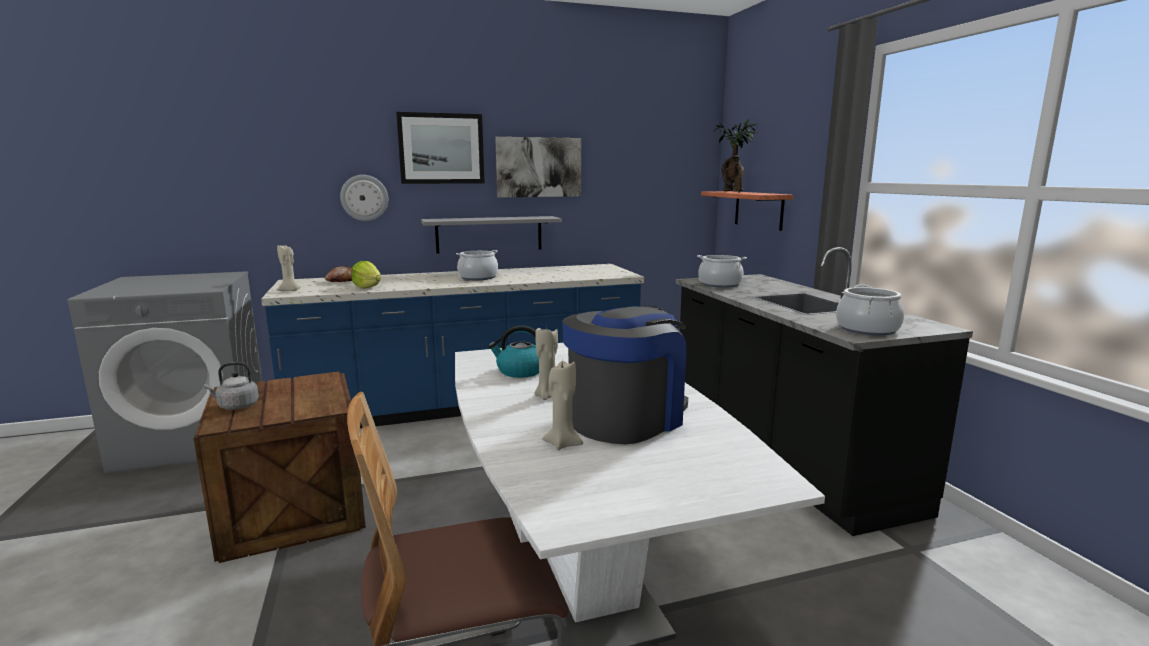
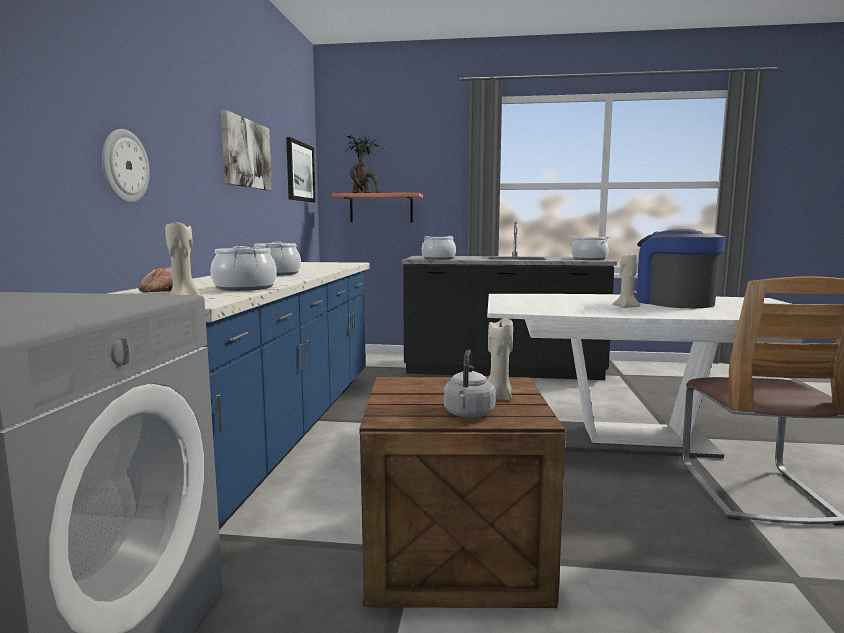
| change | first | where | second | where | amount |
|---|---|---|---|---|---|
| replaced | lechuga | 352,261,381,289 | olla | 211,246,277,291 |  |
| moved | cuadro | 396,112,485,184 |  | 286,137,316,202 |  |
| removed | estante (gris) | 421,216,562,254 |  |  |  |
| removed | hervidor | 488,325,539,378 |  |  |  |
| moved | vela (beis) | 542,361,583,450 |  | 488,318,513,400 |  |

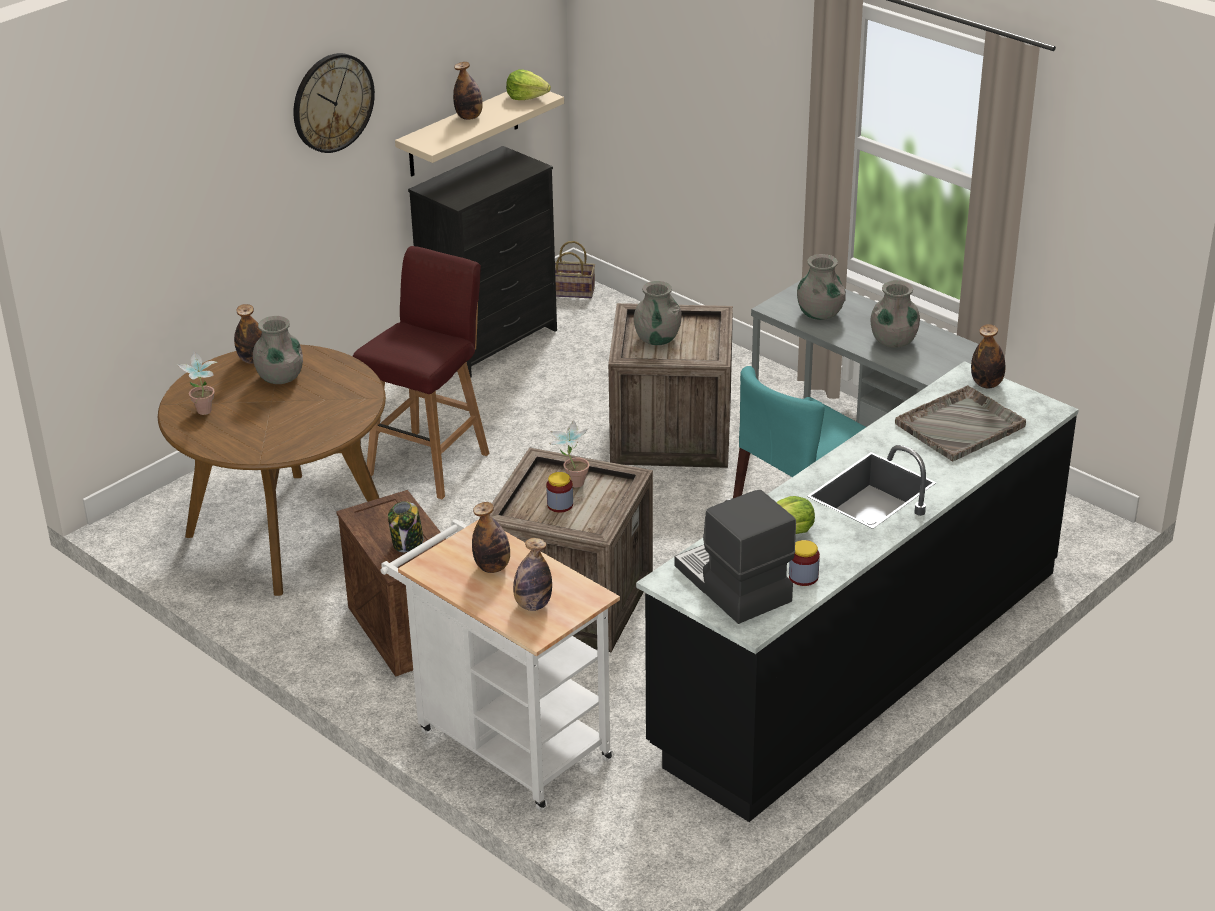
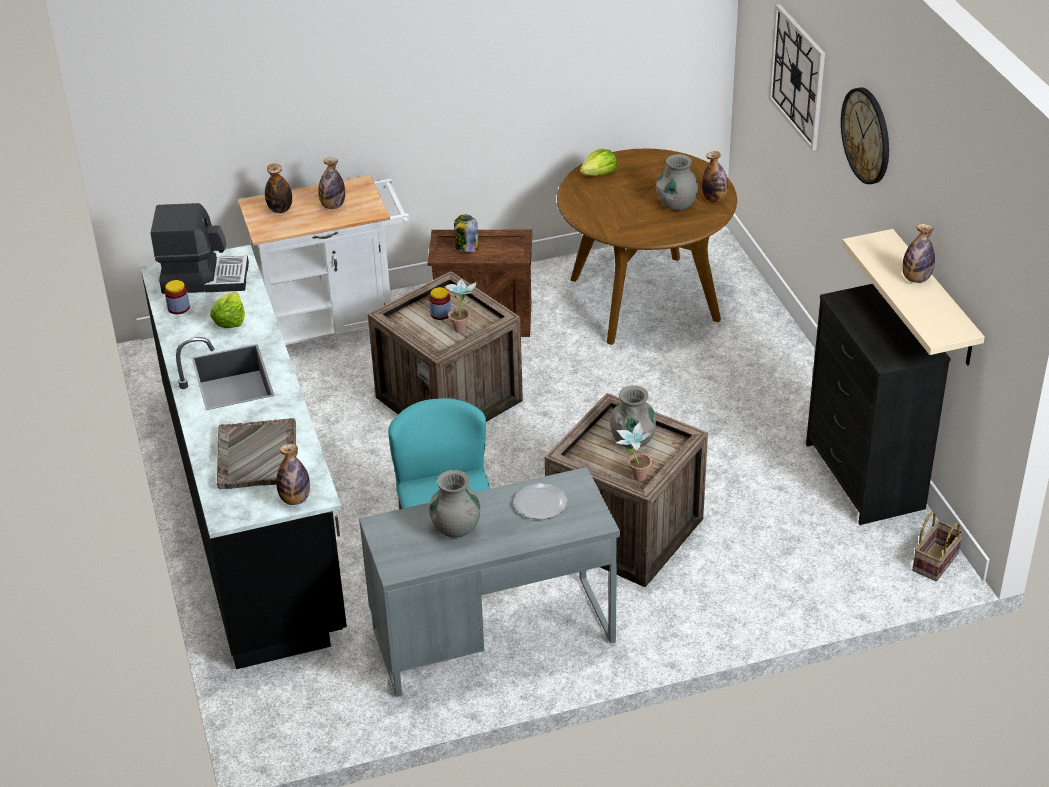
| change | first | where | second | where | amount |
|---|---|---|---|---|---|
| moved | planta en maceta | 177,350,217,415 |  | 616,421,652,481 |  |
| removed | taburete (rojo) | 353,246,489,499 |  |  |  |
| moved | lechuga | 506,69,551,100 |  | 580,149,617,176 |  |
| replaced | florero (gris) | 797,254,846,320 | plato | 514,483,567,520 |  |
| added |  |  | reloj de pared | 769,4,825,151 |  |

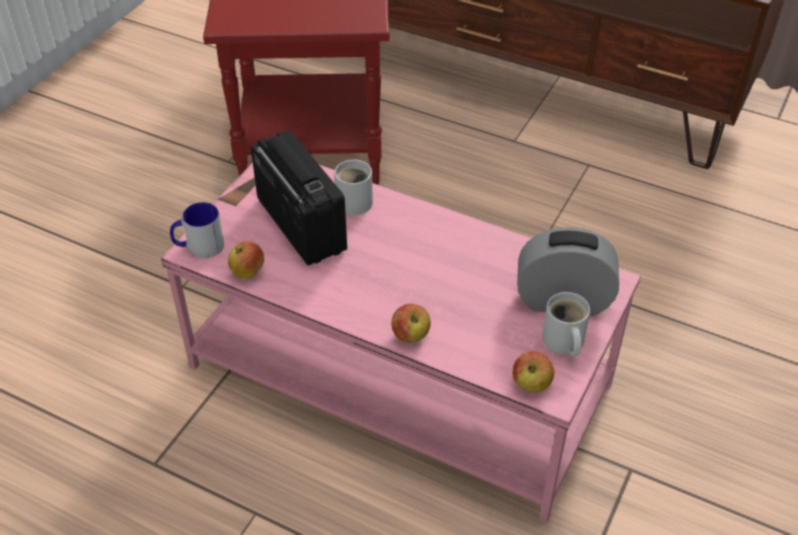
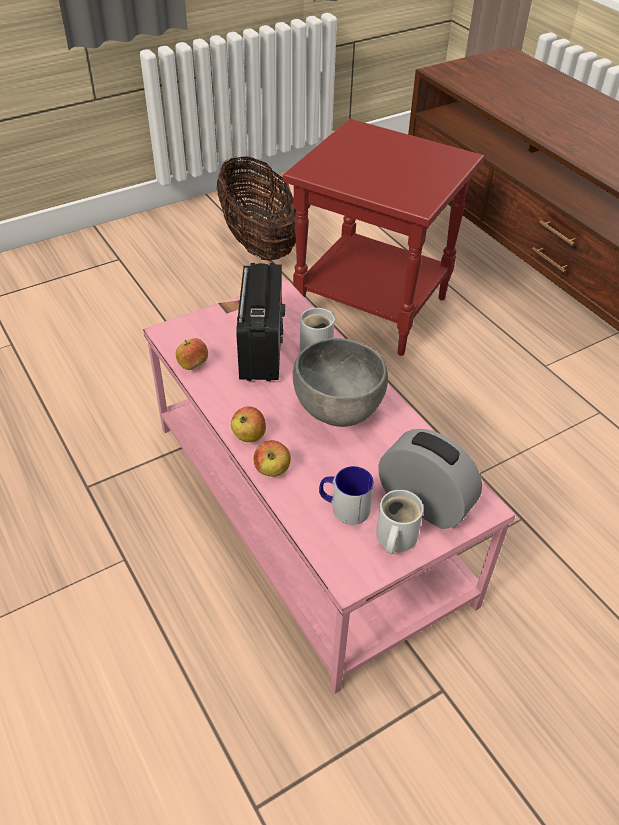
| change | first | where | second | where | amount |
|---|---|---|---|---|---|
| moved | taza grande | 170,202,224,258 |  | 319,466,374,525 |  |
| moved | manzana | 512,351,554,392 |  | 231,407,266,442 |  |
| added |  |  | cesta | 216,156,296,261 |  |
| added |  |  | cuenco (gris) | 293,338,388,427 |  |

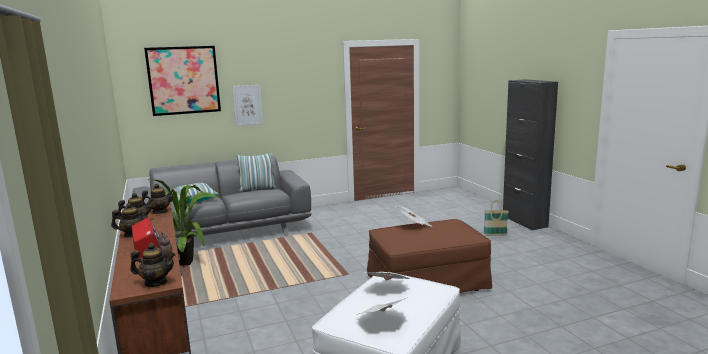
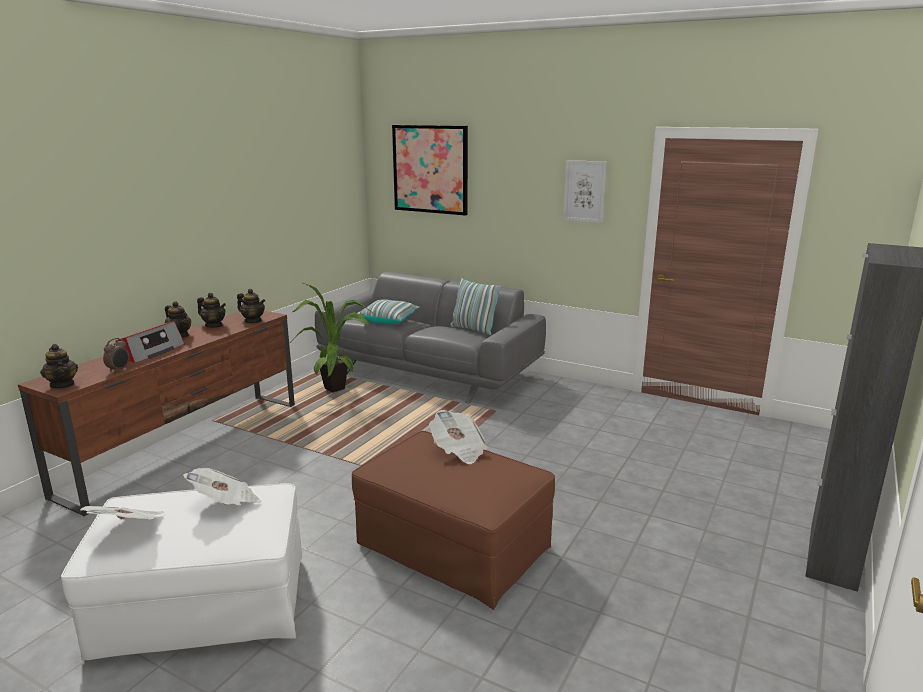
| change | first | where | second | where | amount |
|---|---|---|---|---|---|
| moved | cuadro | 232,85,263,126 |  | 563,160,607,223 |  |
| removed | cesta | 483,200,509,236 |  |  |  |

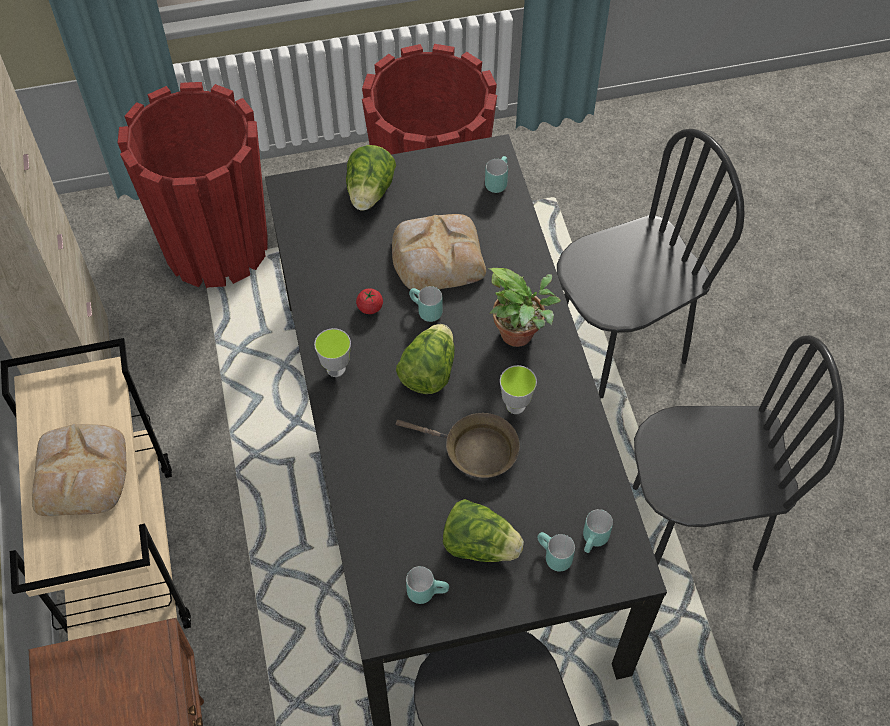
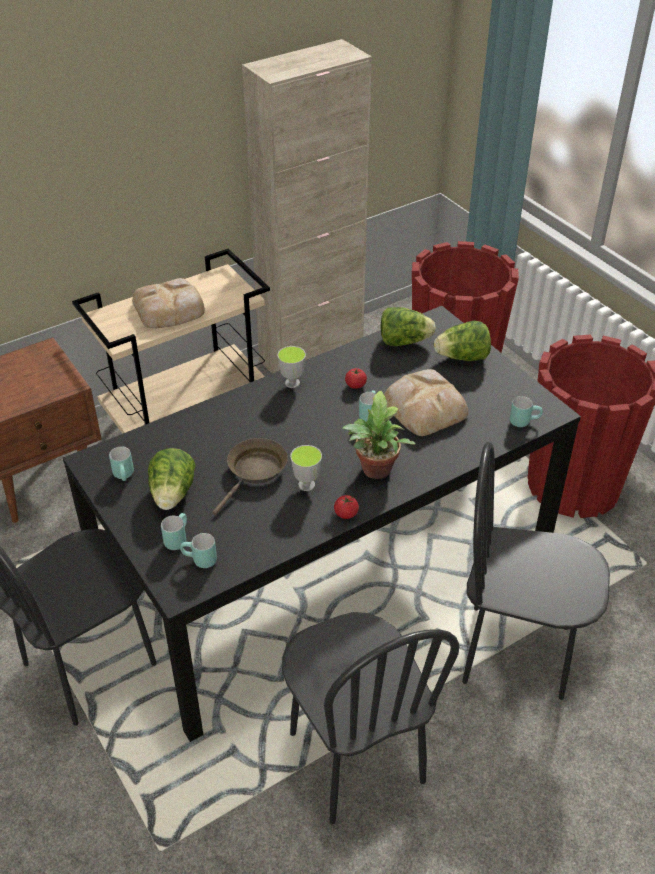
| change | first | where | second | where | amount |
|---|---|---|---|---|---|
| moved | lechuga | 396,324,455,394 |  | 380,307,436,346 |  |
| turned | sartén (marrón) | 396,413,520,478 |  | 213,438,288,515 | 150 degrees counterclockwise |
| turned | silla (negro) | 557,129,745,398 |  | 462,442,610,700 | 150 degrees clockwise |
| added |  |  | tomate | 334,495,359,519 |  |

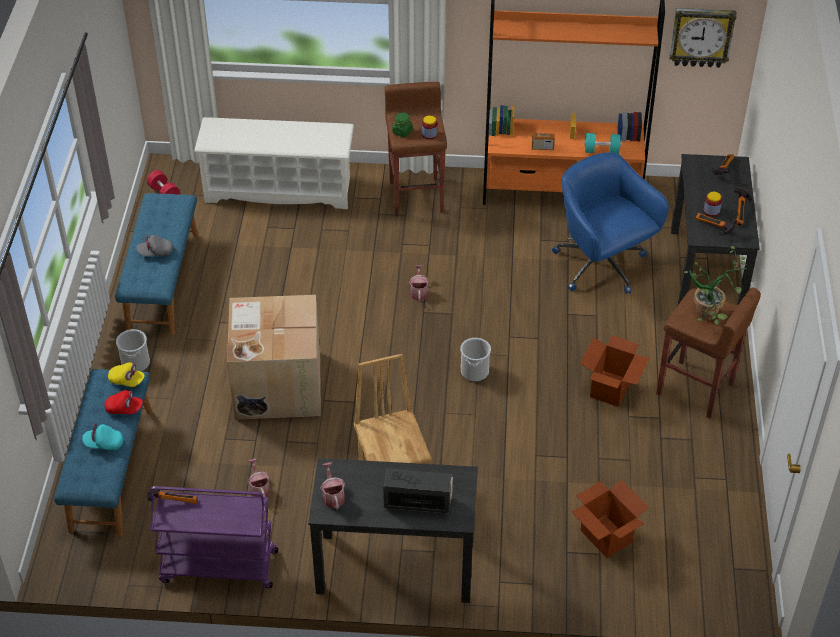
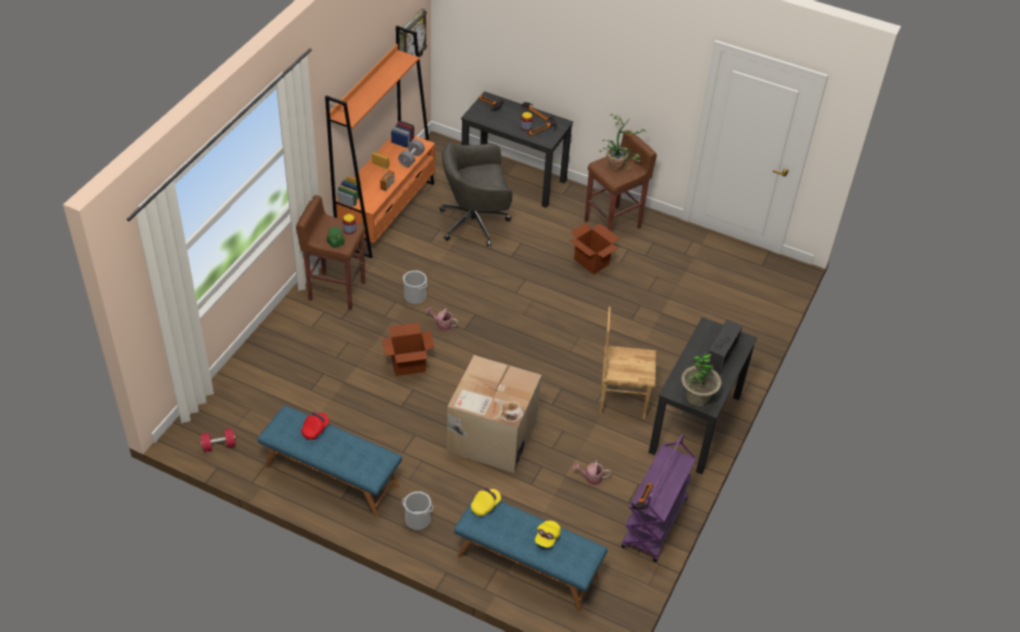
| change | first | where | second | where | amount |
|---|---|---|---|---|---|
| recoloured | gorra (turquesa) | 82,423,123,450 | gorra (amarillo) | 535,521,561,547 |  |
| moved | gorra (rojo) | 105,390,143,414 |  | 301,412,329,440 |  |
| removed | gorra (gris) | 137,234,173,256 |  |  |  |
| removed | zapatero (blanco) | 194,117,354,209 |  |  |  |
| replaced | regadera | 320,462,345,510 | planta en maceta | 681,353,722,406 |  |
| moved | cubo | 460,338,491,382 |  | 403,270,427,304 |  |
| recoloured | silla de oficina (azul) | 552,152,669,294 | silla de oficina (gris) | 440,143,512,246 |  |
| moved | caja de cartón | 571,480,649,558 |  | 382,323,434,376 |  |
| recoloured | mancuerna (turquesa) | 584,133,621,154 | mancuerna (gris) | 398,139,425,167 |  |

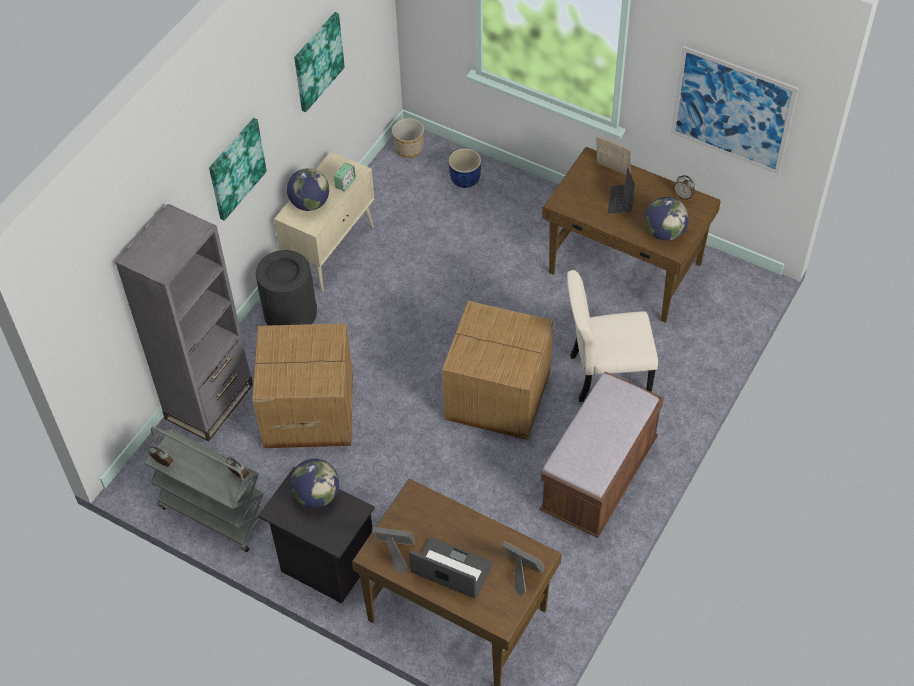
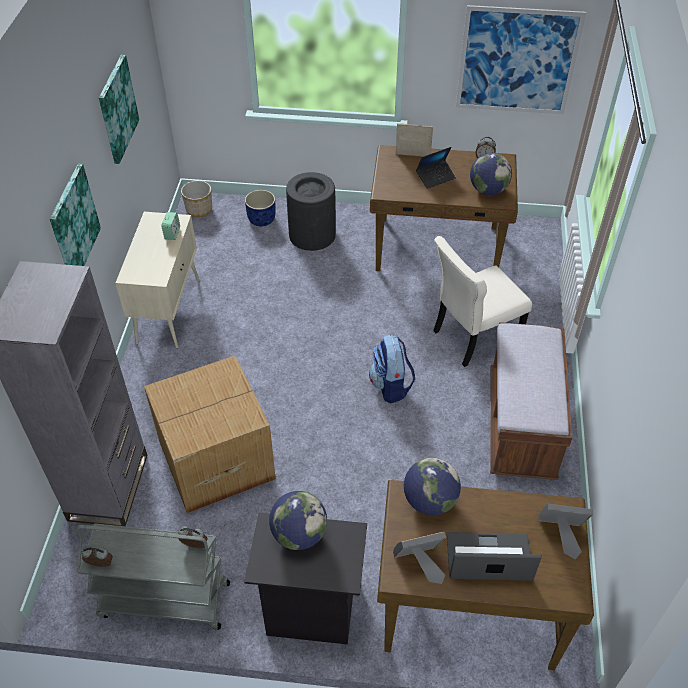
| change | first | where | second | where | amount |
|---|---|---|---|---|---|
| moved | papelera (negro) | 256,250,317,325 |  | 286,172,336,251 |  |
| moved | globo terráqueo | 287,168,329,211 |  | 404,458,461,515 |  |
| replaced | caja de cartón | 442,301,553,440 | mochila | 369,334,415,403 |  |
| turned | portátil | 608,167,635,214 |  | 416,147,456,189 | 105 degrees counterclockwise |

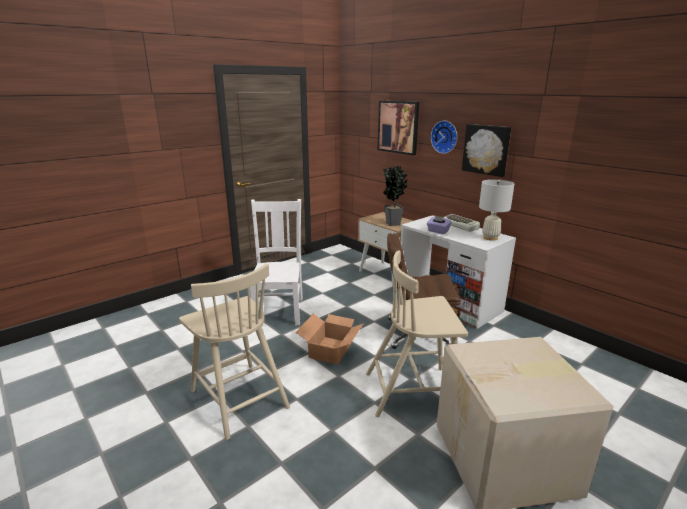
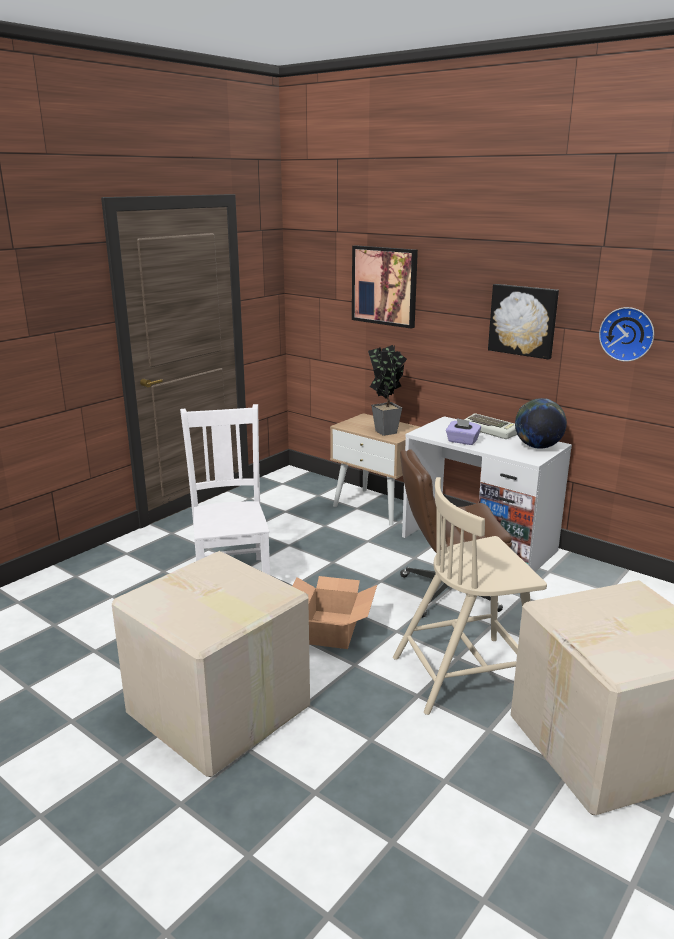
| change | first | where | second | where | amount |
|---|---|---|---|---|---|
| replaced | silla (beis) | 179,264,290,440 | caja de cartón | 112,551,310,777 |  |
| moved | reloj de pared | 431,121,457,154 |  | 599,307,654,362 |  |
| replaced | lámpara de mesa (blanco) | 479,179,514,241 | globo terráqueo | 515,398,567,449 |  |

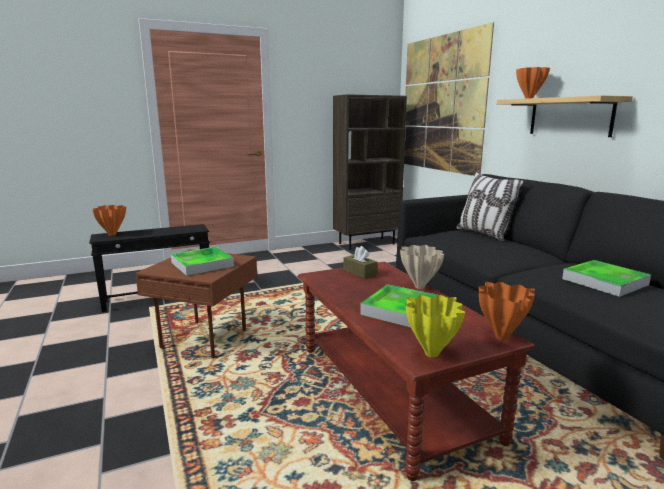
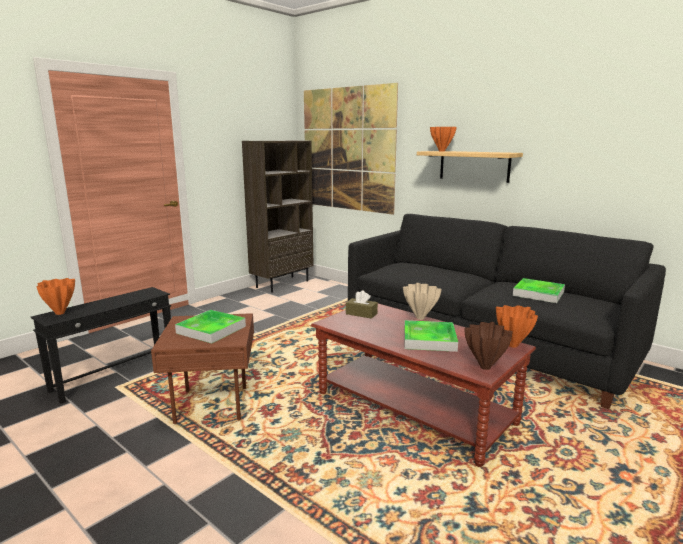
| change | first | where | second | where | amount |
|---|---|---|---|---|---|
| recoloured | florero (amarillo) | 406,295,465,357 | florero (marrón) | 464,322,513,370 |  |
| removed | cojín | 456,172,524,241 |  |  |  |

